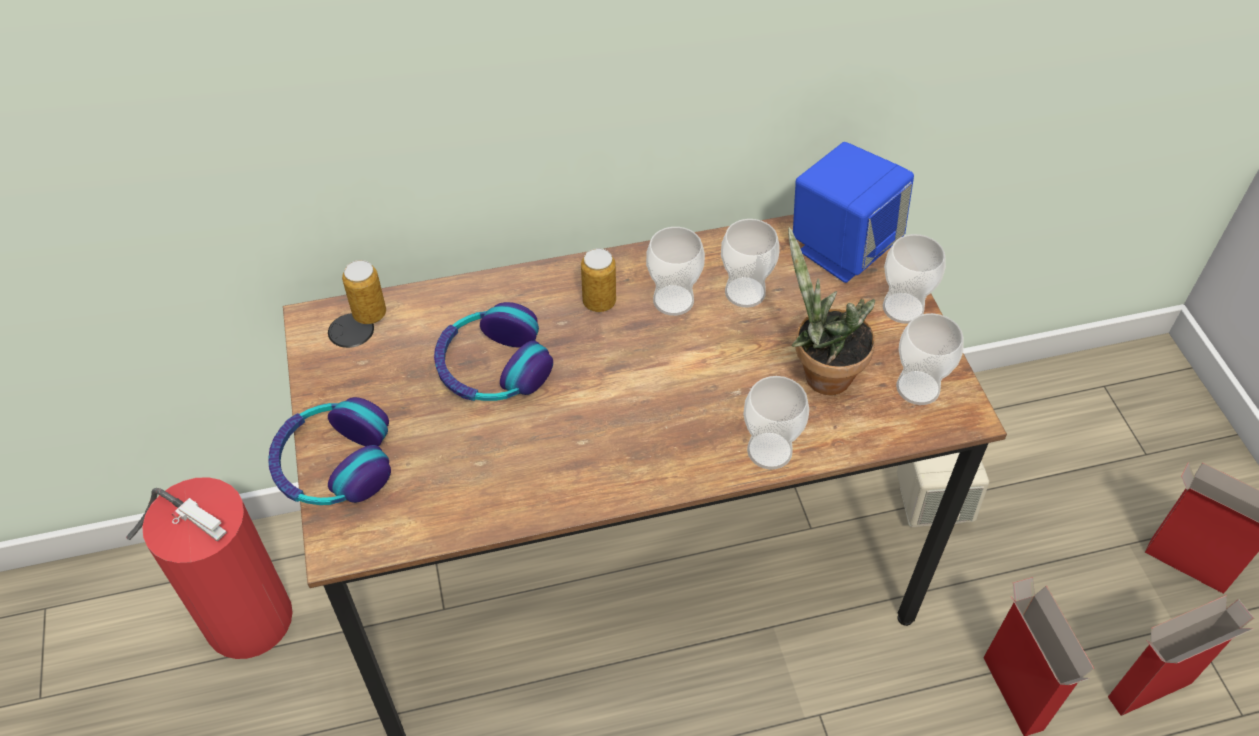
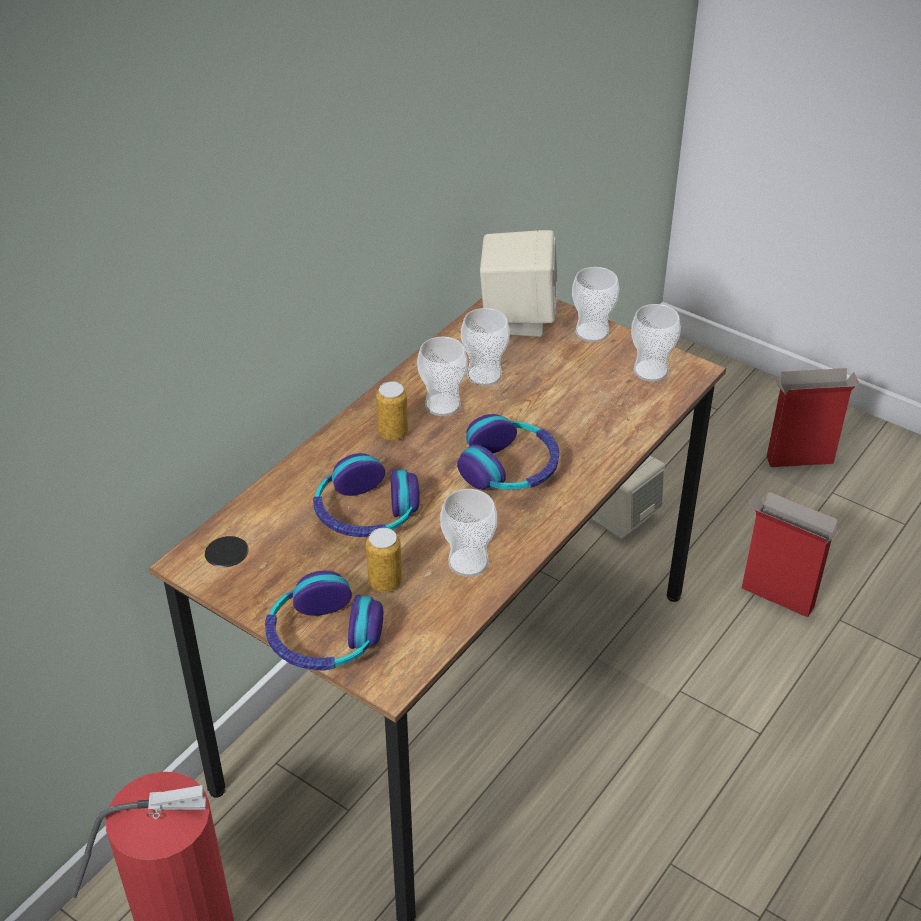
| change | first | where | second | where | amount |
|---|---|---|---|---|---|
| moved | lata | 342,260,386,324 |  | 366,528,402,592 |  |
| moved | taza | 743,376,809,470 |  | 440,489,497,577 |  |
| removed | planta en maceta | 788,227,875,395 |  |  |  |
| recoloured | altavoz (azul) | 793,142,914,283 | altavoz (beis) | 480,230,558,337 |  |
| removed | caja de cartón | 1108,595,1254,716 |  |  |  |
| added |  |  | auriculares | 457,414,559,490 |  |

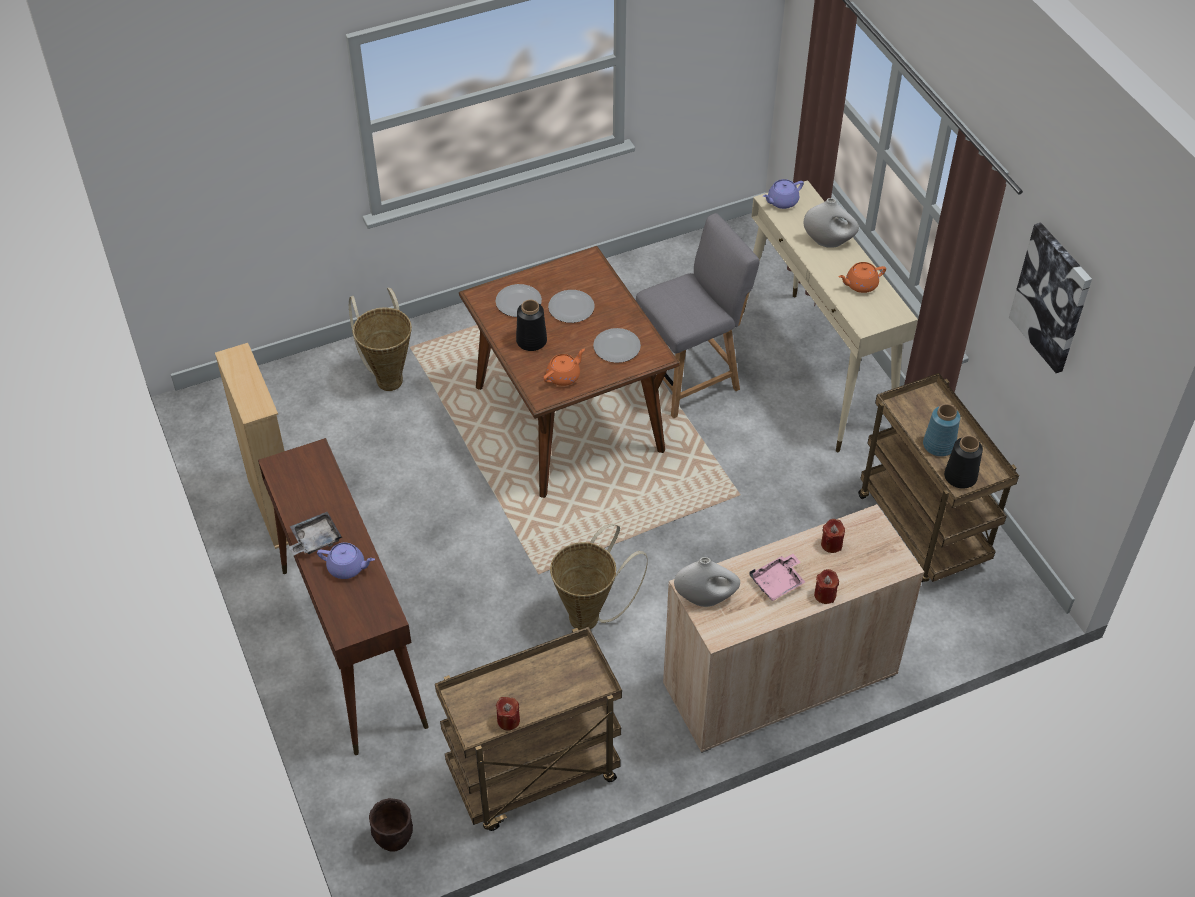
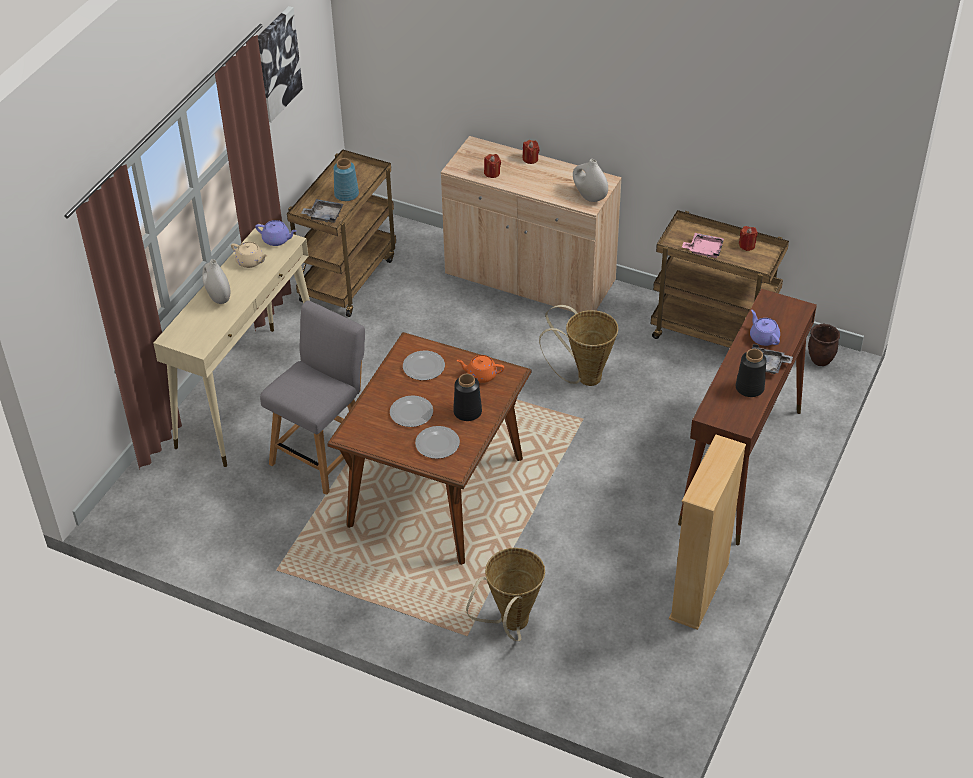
| change | first | where | second | where | amount |
|---|---|---|---|---|---|
| turned | silla (gris) | 636,213,760,418 |  | 260,300,365,495 | 105 degrees clockwise |
| moved | bandeja (rosa) | 749,554,805,601 |  | 682,233,724,258 |  |
| moved | tetera (morado) | 763,179,804,209 |  | 255,220,297,246 |  |
| recoloured | tetera (naranja) | 838,262,886,293 | tetera (beis) | 231,242,268,268 |  |
| moved | florero (negro) | 944,435,983,489 |  | 736,349,767,397 |  |
| added |  |  | bandeja (gris) | 301,199,344,223 |  |

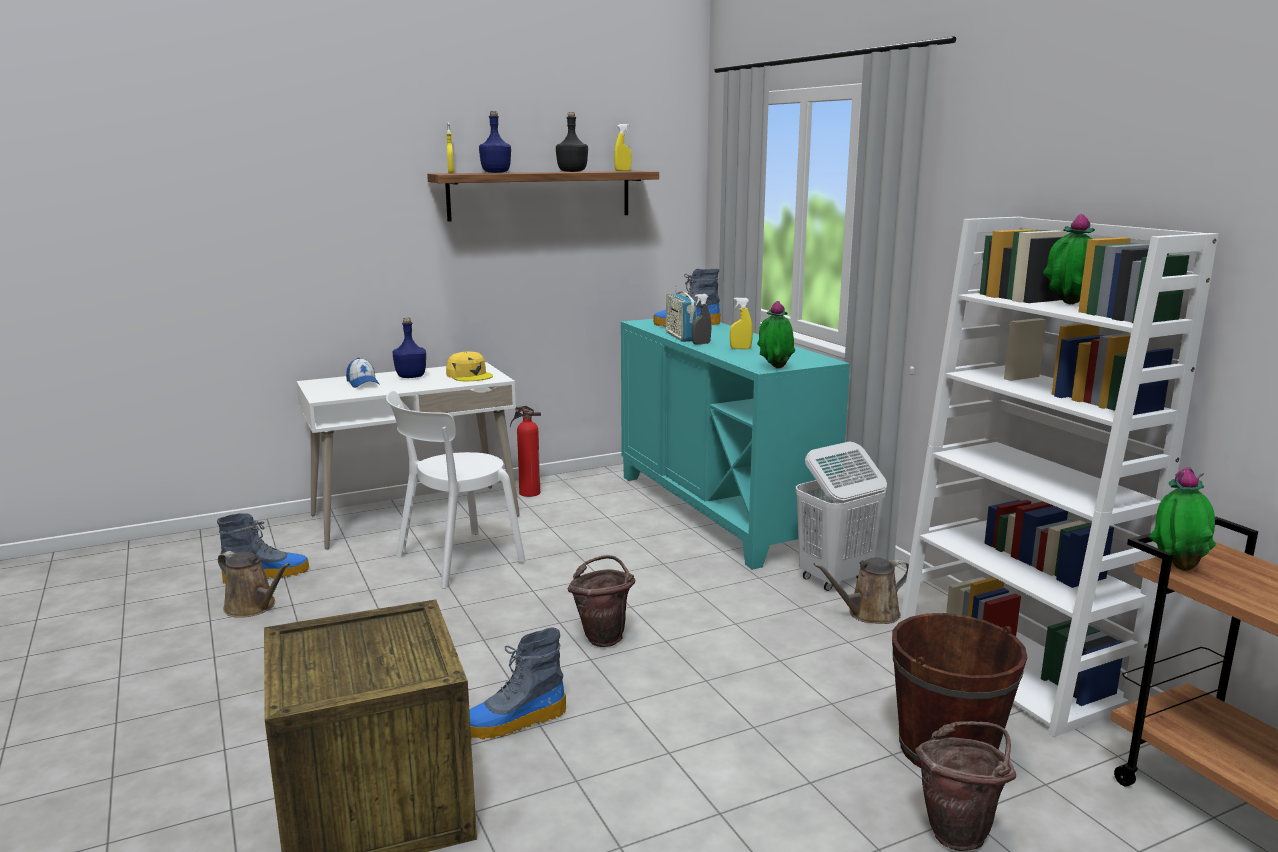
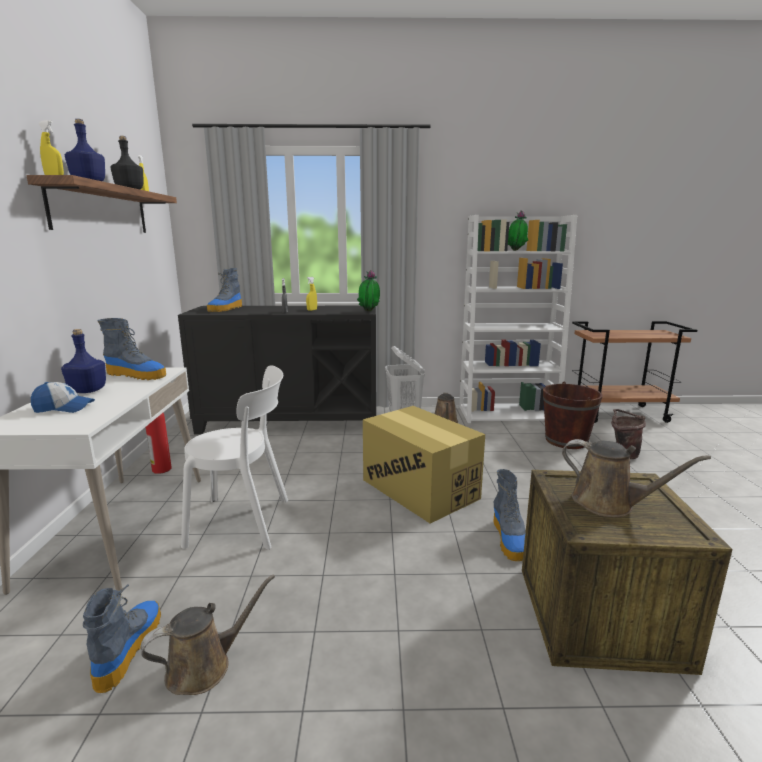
| change | first | where | second | where | amount |
|---|---|---|---|---|---|
| turned | silla (blanco) | 386,391,526,589 |  | 181,365,288,549 | 75 degrees counterclockwise |
| replaced | gorra (amarillo) | 446,351,493,381 | bota | 98,318,166,380 |  |
| replaced | cubo (marrón) | 567,555,635,647 | caja de cartón | 363,406,485,523 |  |
| recoloured | armario (turquesa) | 621,319,850,570 | armario (negro) | 178,306,376,435 |  |
| removed | radio | 665,285,696,342 |  |  |  |
| removed | planta en maceta | 1149,467,1216,571 |  |  |  |
| added |  |  | regadera (marrón) | 562,439,711,517 |  |

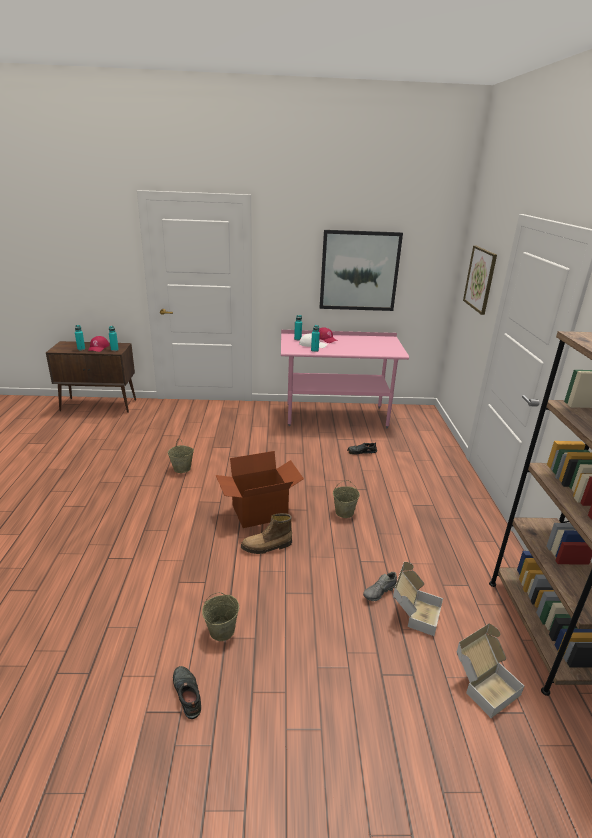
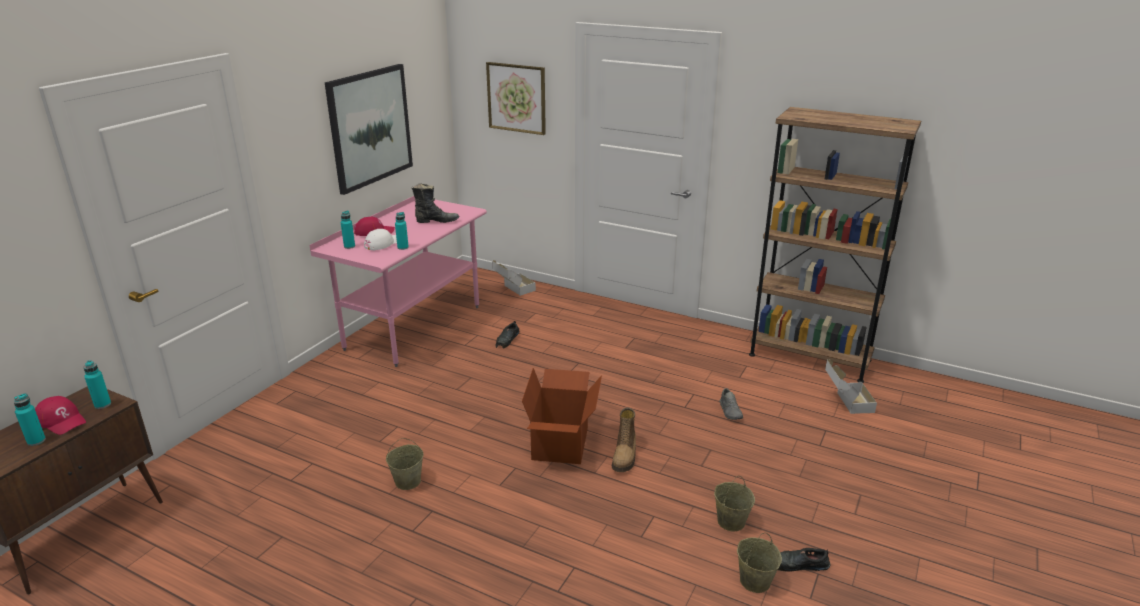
| change | first | where | second | where | amount |
|---|---|---|---|---|---|
| moved | cubo (beis) | 333,480,360,518 |  | 737,533,782,593 |  |
| moved | caja de cartón | 393,562,443,636 |  | 492,260,536,296 |  |
| added |  |  | bota (negro) | 412,183,459,223 |  |

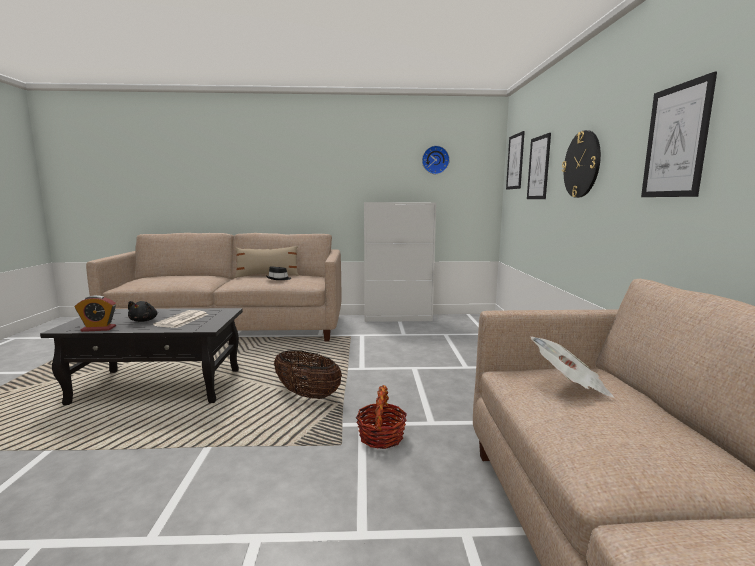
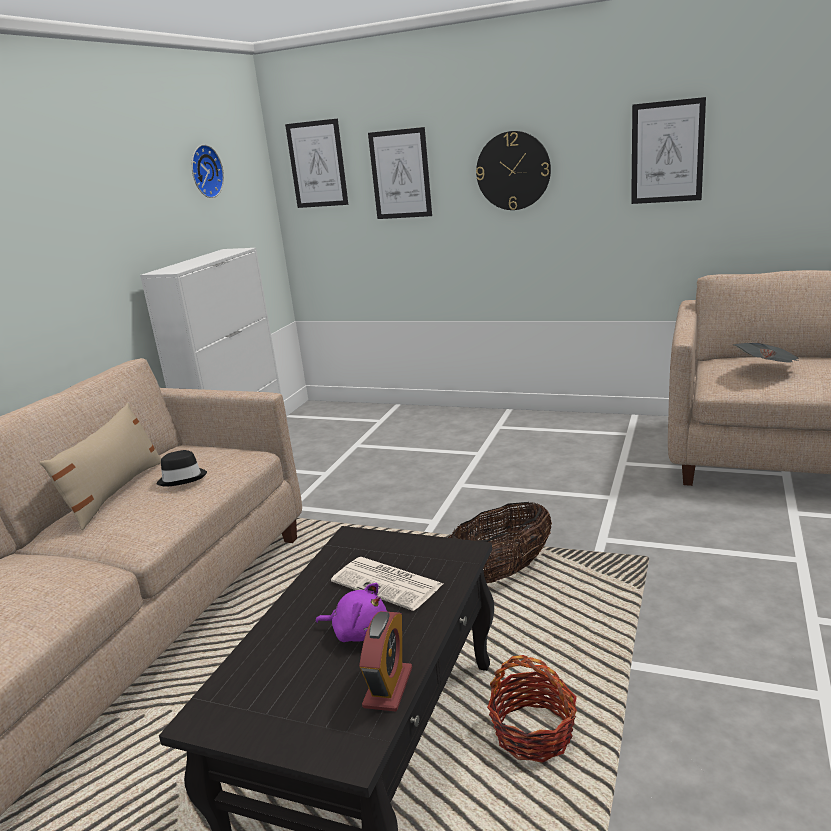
| change | first | where | second | where | amount |
|---|---|---|---|---|---|
| recoloured | peluche (negro) | 128,301,157,322 | peluche (morado) | 316,583,387,642 |  |
| moved | cesta | 356,385,407,449 |  | 487,655,577,763 |  |

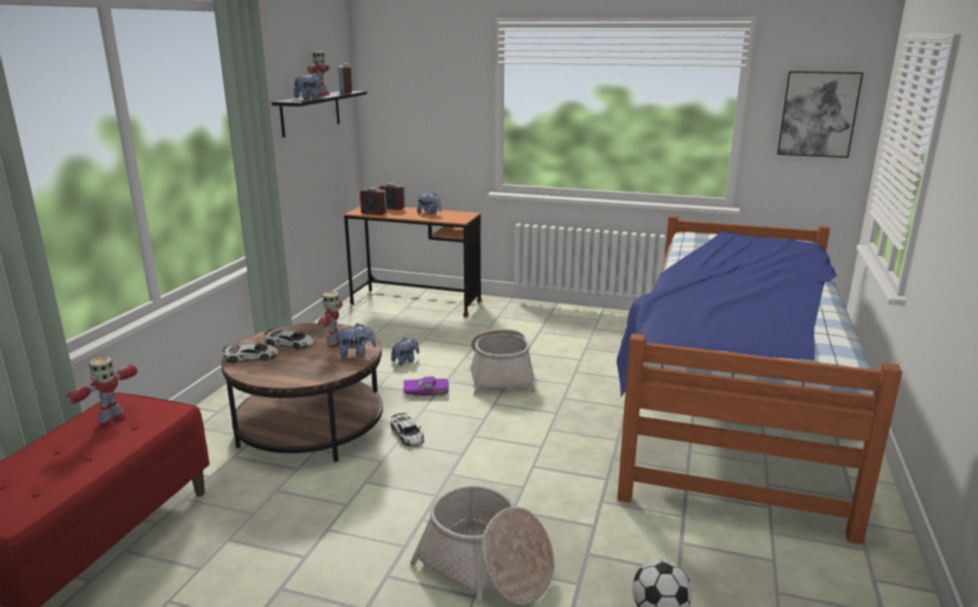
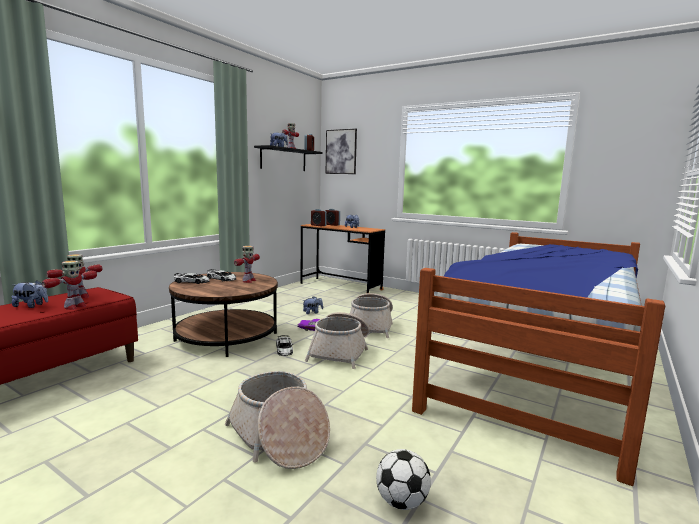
| change | first | where | second | where | amount |
|---|---|---|---|---|---|
| moved | peluche | 334,323,376,357 |  | 12,280,48,308 |  |
| moved | cuadro | 777,71,864,158 |  | 326,129,357,174 |  |
| added |  |  | robot de juguete | 42,261,97,310 |  |
| added |  |  | cesta | 305,312,369,369 |  |

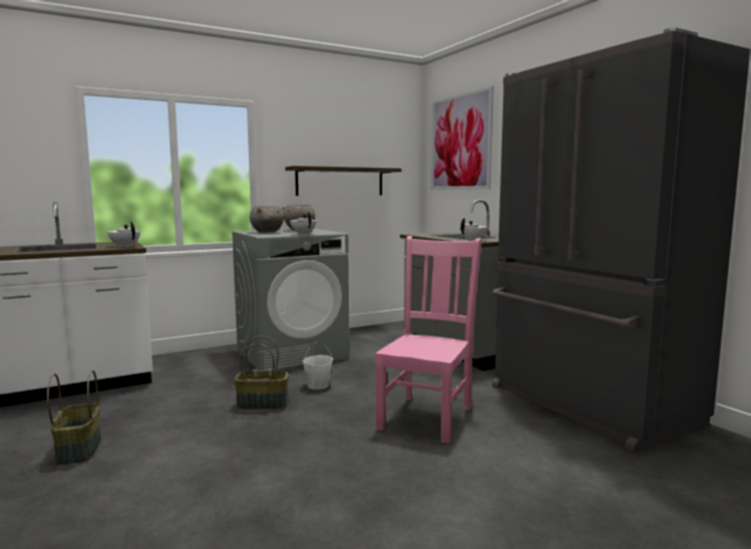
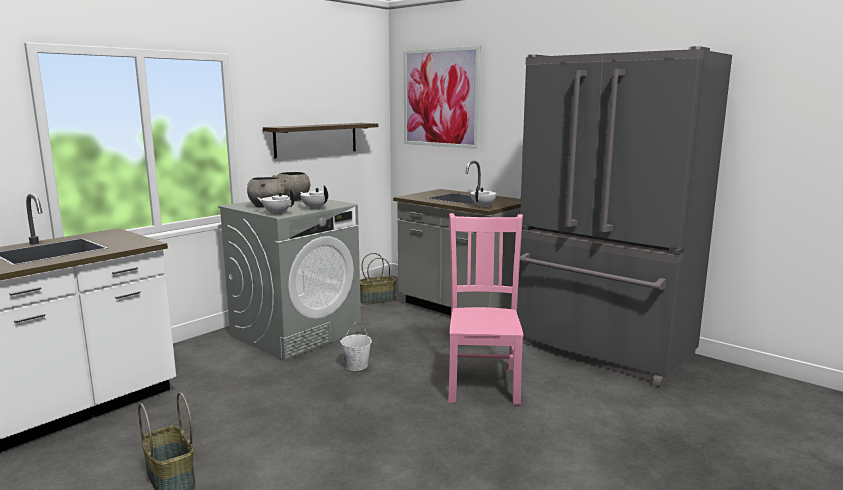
| change | first | where | second | where | amount |
|---|---|---|---|---|---|
| moved | tetera (blanco) | 108,221,140,248 |  | 257,189,295,215 |  |
| moved | cesta | 234,336,289,410 |  | 360,253,396,305 |  |

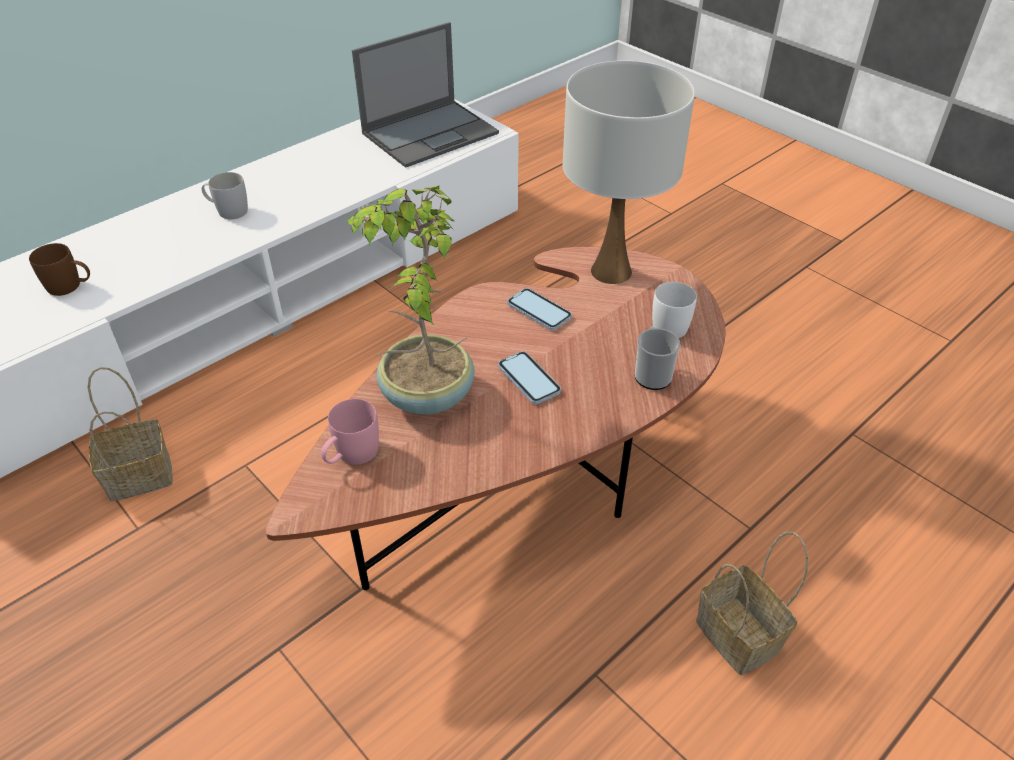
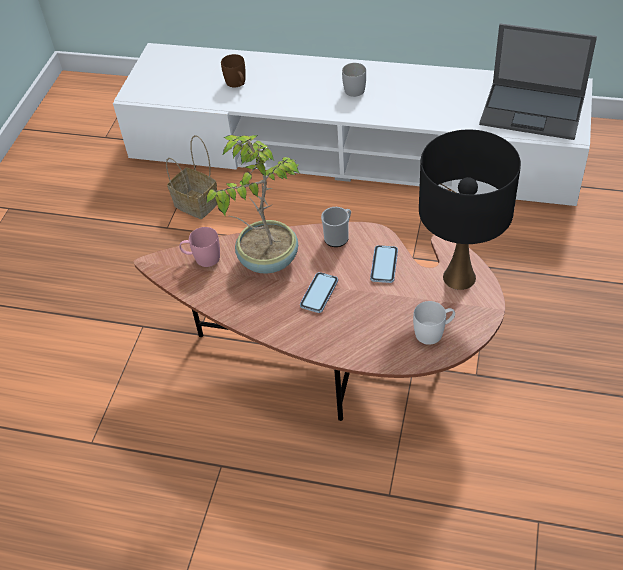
| change | first | where | second | where | amount |
|---|---|---|---|---|---|
| recoloured | lámpara de mesa (blanco) | 563,60,695,284 | lámpara de mesa (negro) | 419,130,521,290 |  |
| moved | taza grande | 635,326,681,390 |  | 321,207,351,247 |  |
| removed | cesta | 696,532,808,675 |  |  |  |

